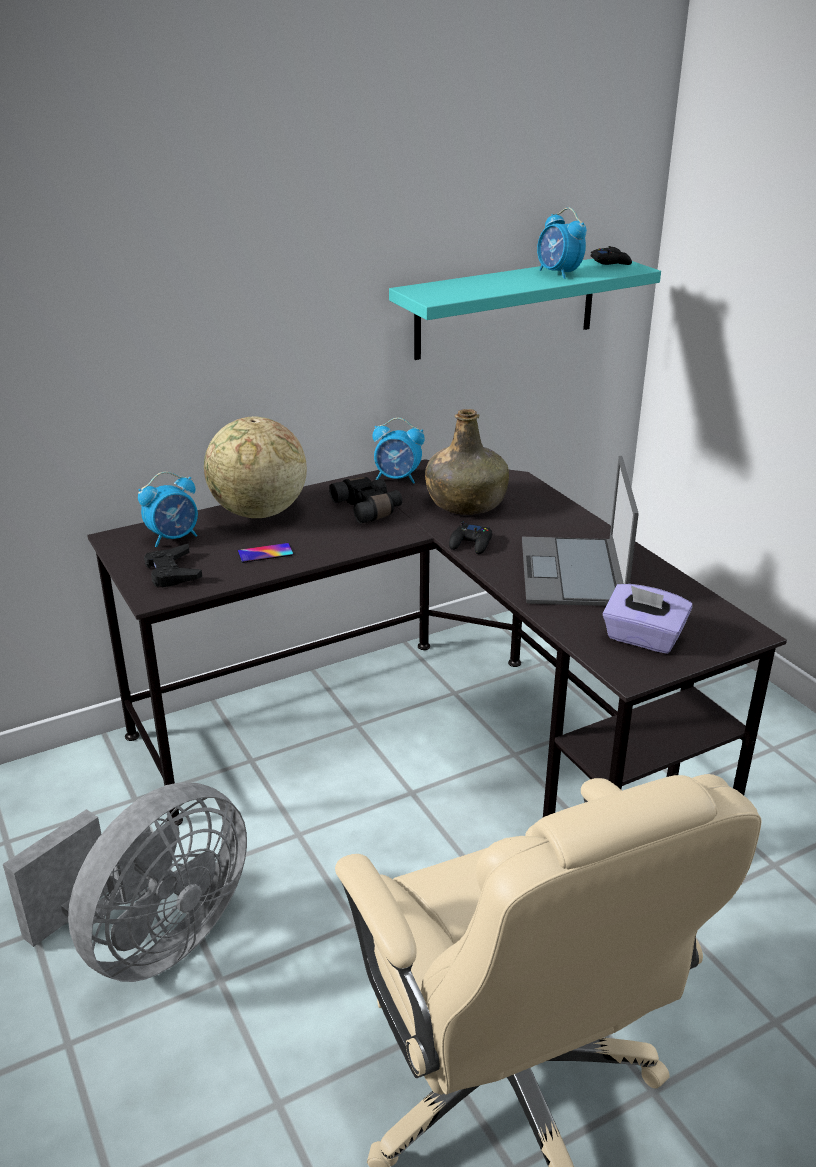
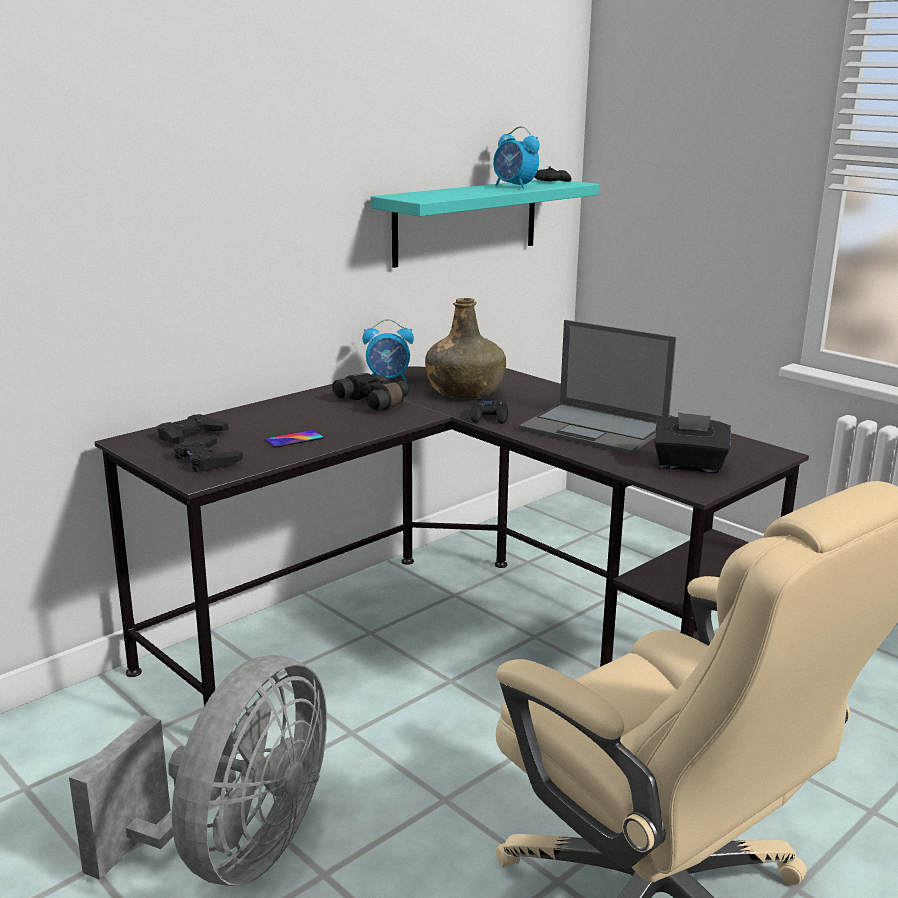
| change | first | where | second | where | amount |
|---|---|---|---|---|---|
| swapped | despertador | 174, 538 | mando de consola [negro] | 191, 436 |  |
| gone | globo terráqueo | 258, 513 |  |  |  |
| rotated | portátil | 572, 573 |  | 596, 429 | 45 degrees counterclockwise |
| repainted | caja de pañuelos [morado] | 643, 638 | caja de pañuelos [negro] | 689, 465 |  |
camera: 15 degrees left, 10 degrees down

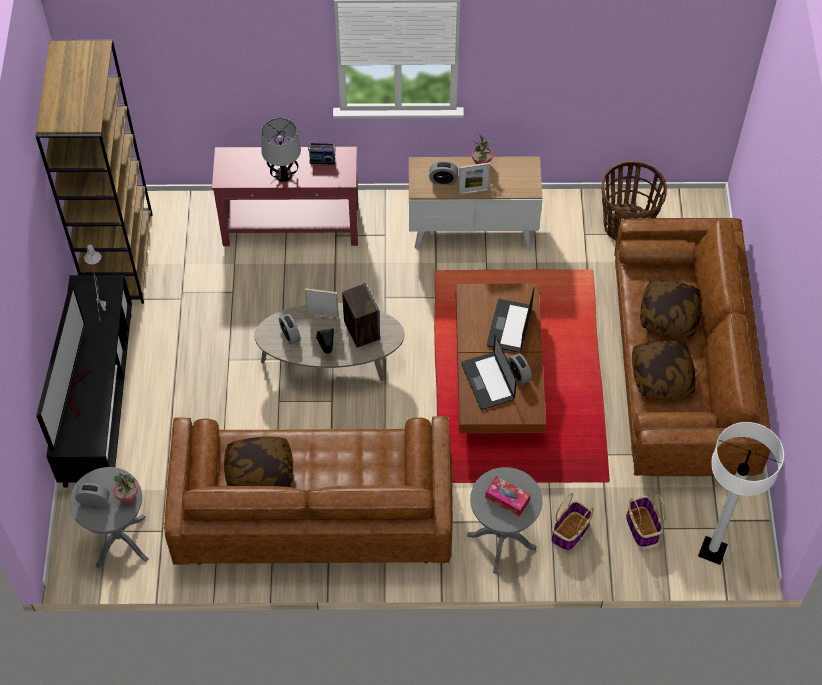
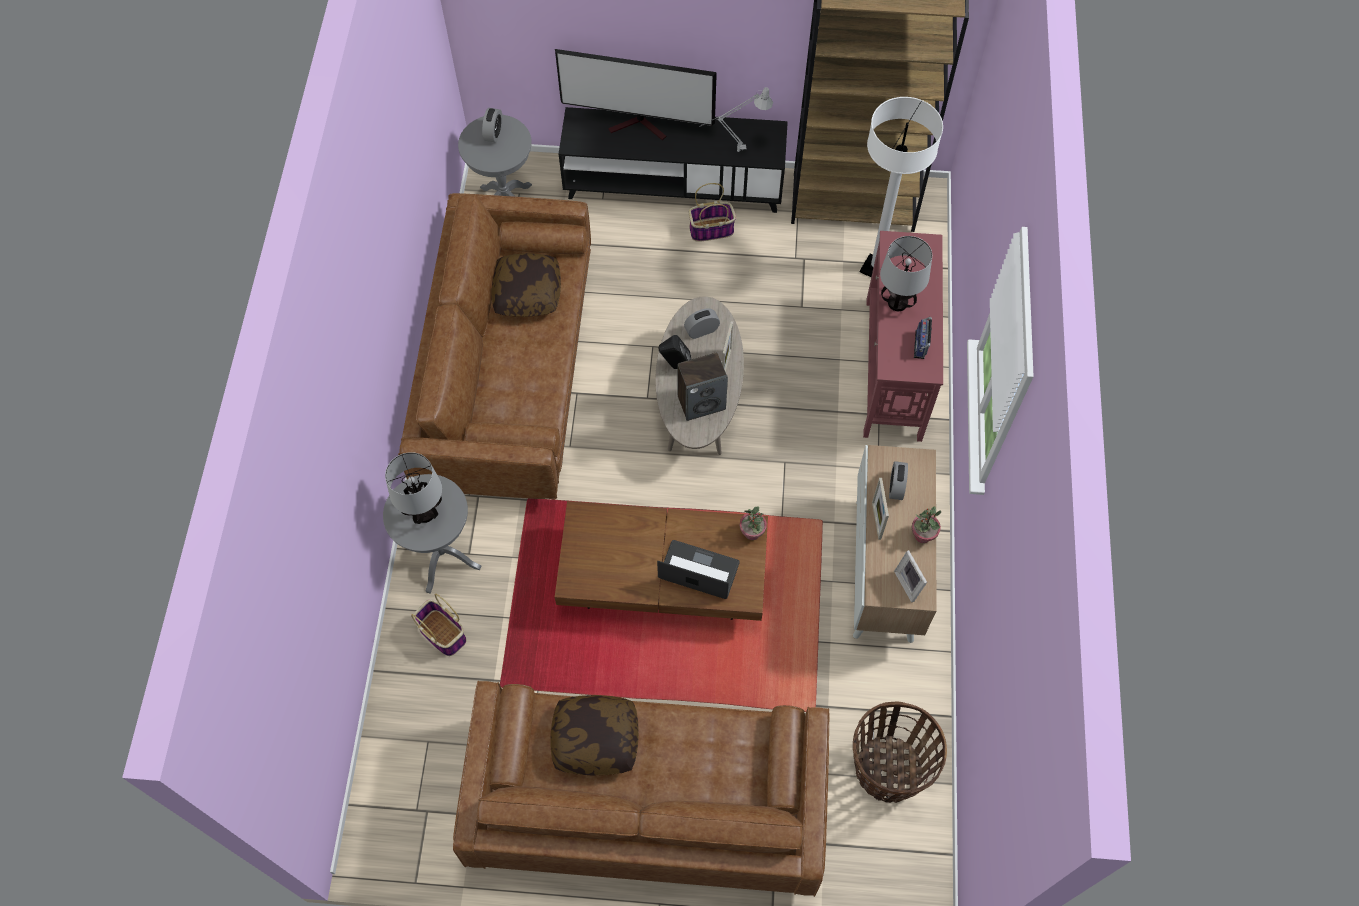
| change | first | where | second | where | amount |
|---|---|---|---|---|---|
| shifted | planta en maceta | 128, 497 |  | 752, 533 |  |
| gone | portátil | 487, 381 |  |  |  |
| swapped | caja de pañuelos | 507, 499 | lámpara de mesa | 424, 512 |  |
| gone | despertador | 519, 374 |  |  |  |
| shifted | cesta | 641, 527 |  | 712, 229 |  |
| gone | cojín | 669, 315 |  |  |  |
| shifted | lámpara de pie [blanco] | 712, 551 |  | 875, 268 |  |
| new |  |  | portarretratos | 910, 583 |  |
camera: 95 degrees right, 5 degrees up

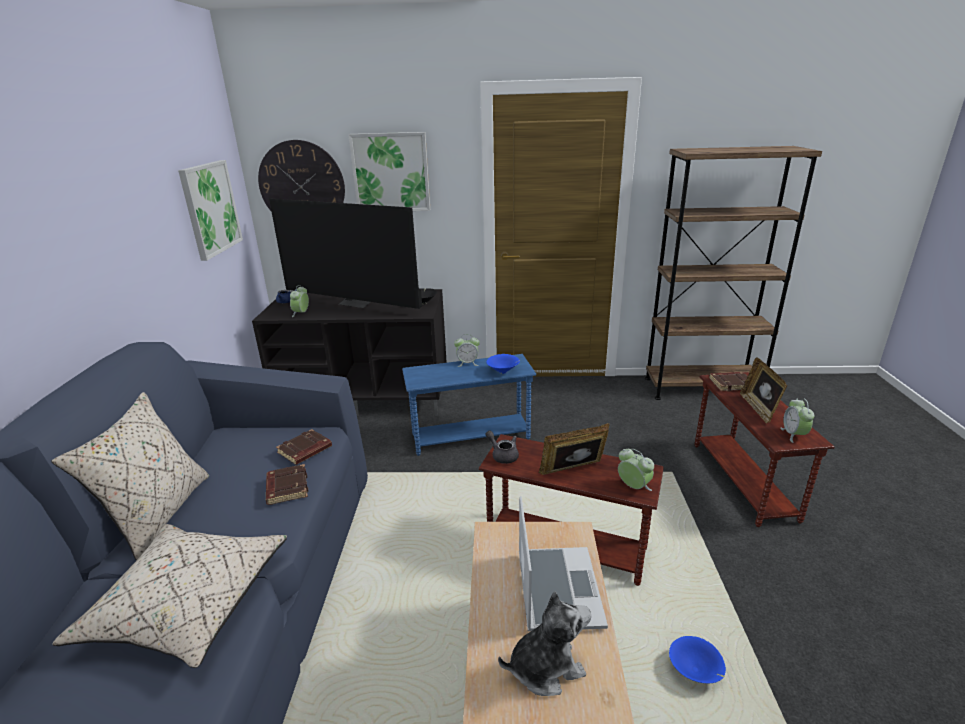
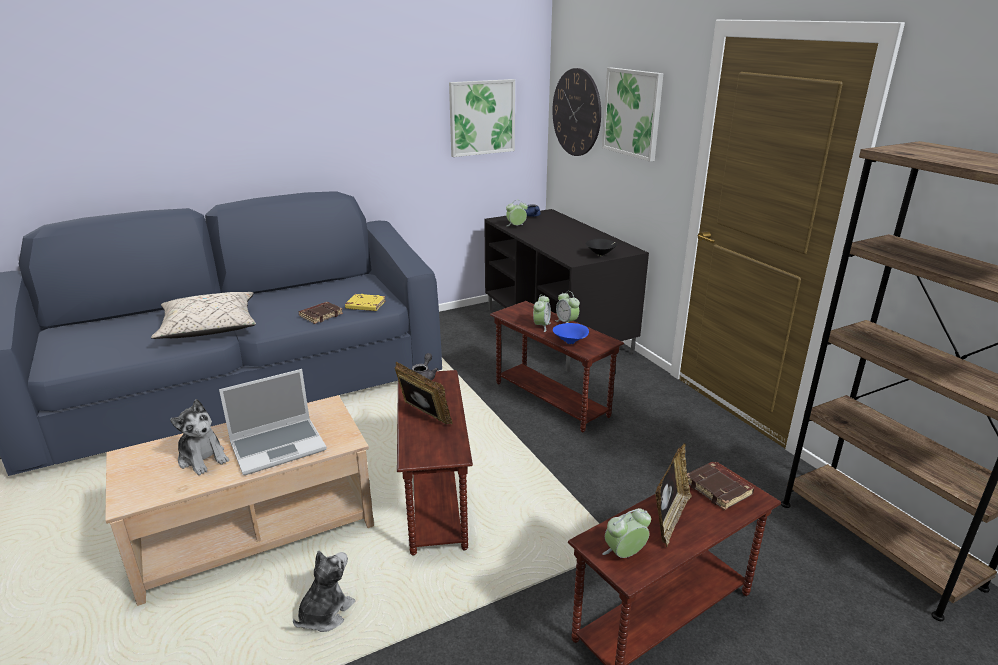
| change | first | where | second | where | amount |
|---|---|---|---|---|---|
| gone | cojín [beis] | 157, 515 |  |  |  |
| gone | televisor | 357, 302 |  |  |  |
| repainted | libro [marrón] | 305, 451 | libro [amarillo] | 365, 306 |  |
| repainted | mesa auxiliar [azul] | 470, 437 | mesa auxiliar [marrón] | 551, 399 |  |
| shifted | despertador | 633, 487 |  | 541, 326 |  |
| swapped | cuenco [azul] | 695, 672 | peluche | 325, 613 |  |
| rotated | portarretratos | 759, 409 |  | 669, 519 | 150 degrees clockwise |
camera: 60 degrees right, 0 degrees up

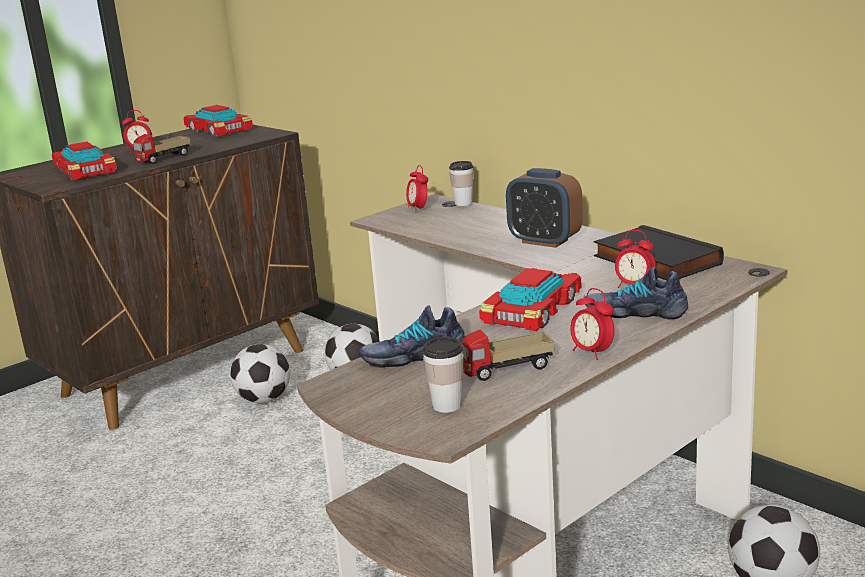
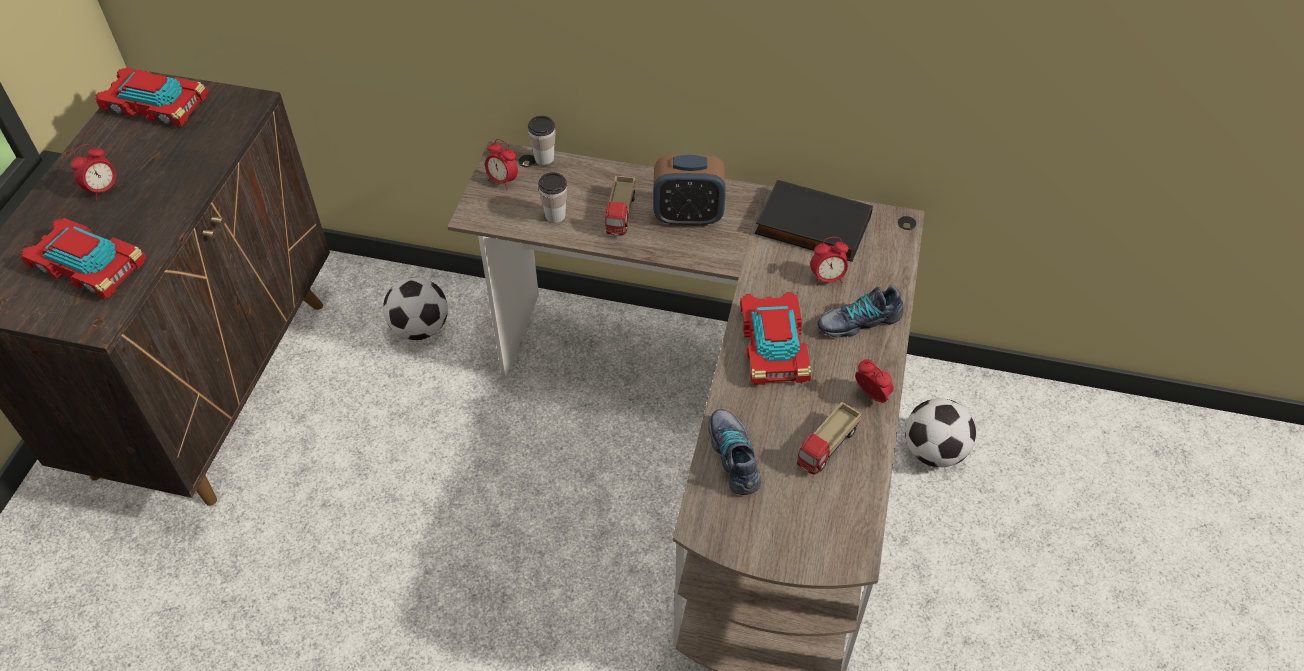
| change | first | where | second | where | amount |
|---|---|---|---|---|---|
| shifted | camión de juguete | 164, 159 |  | 621, 215 |  |
| gone | balón de fútbol | 264, 400 |  |  |  |
| rotated | zapato | 413, 356 |  | 735, 456 | 120 degrees clockwise |
| shifted | taza | 447, 406 |  | 555, 215 |  |
| rotated | despertador | 592, 352 |  | 871, 396 | 150 degrees counterclockwise |
camera: 35 degrees left, 30 degrees up

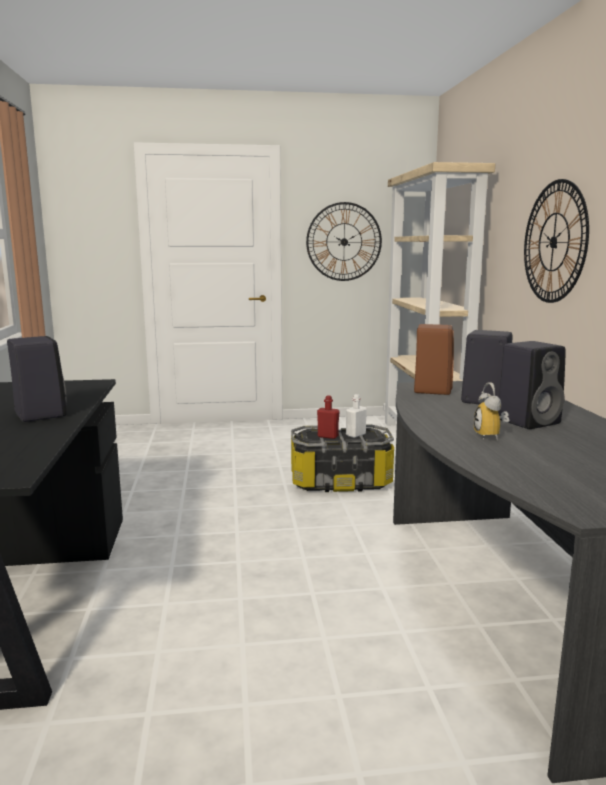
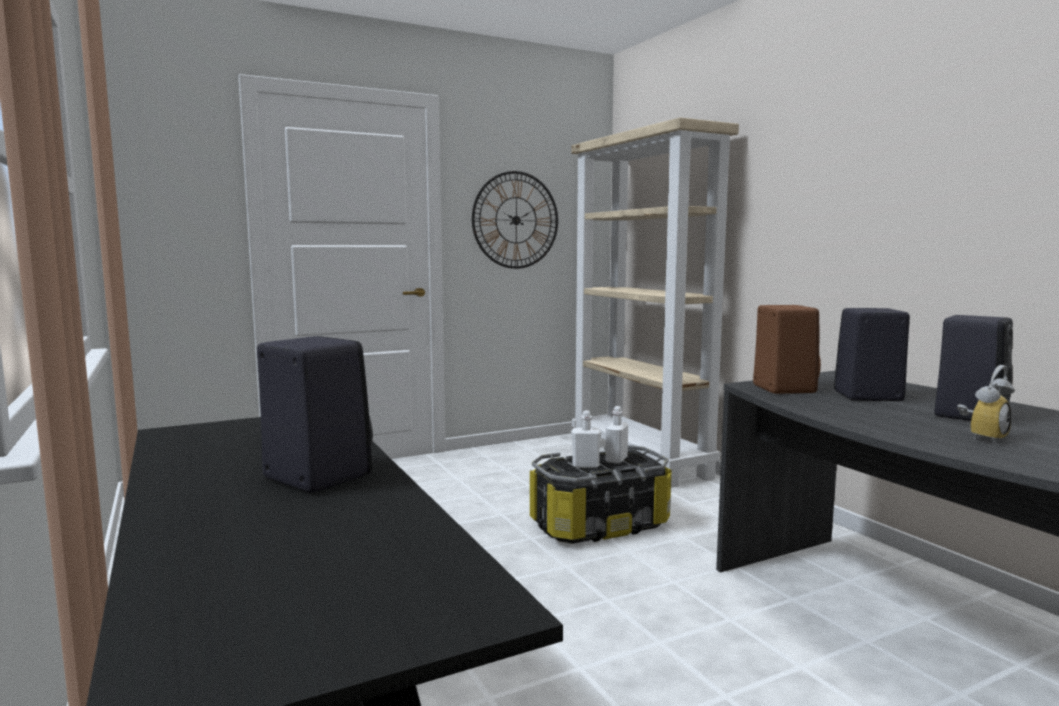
| change | first | where | second | where | amount |
|---|---|---|---|---|---|
| repainted | botella [rojo] | 328, 436 | botella [blanco] | 585, 465 |  |
| rotated | despertador | 491, 436 |  | 982, 437 | 105 degrees counterclockwise |
| gone | reloj de pared | 554, 242 |  |  |  |
camera: 20 degrees left, 5 degrees down

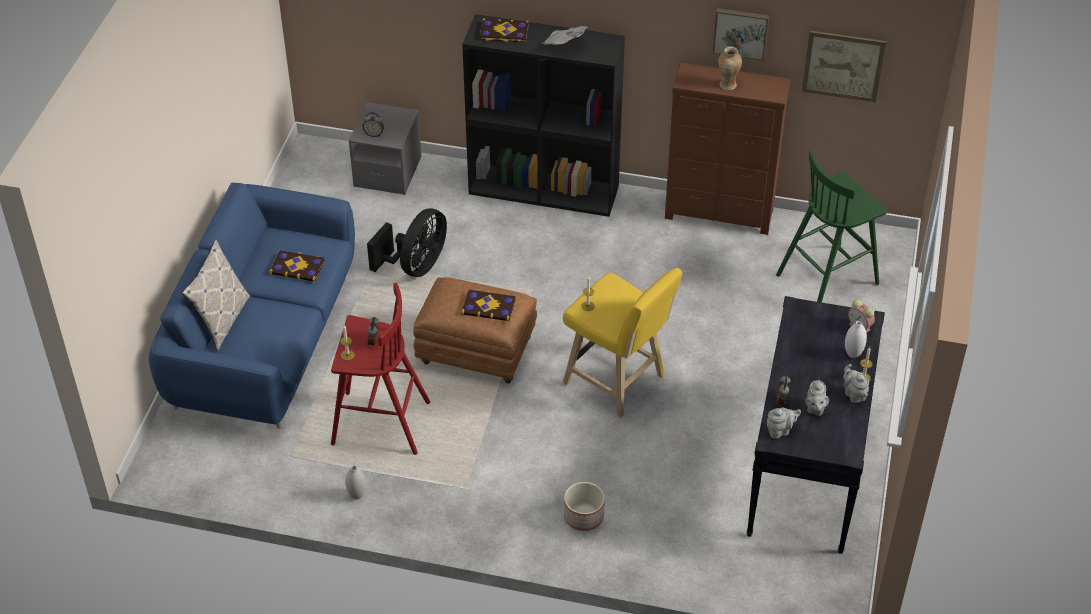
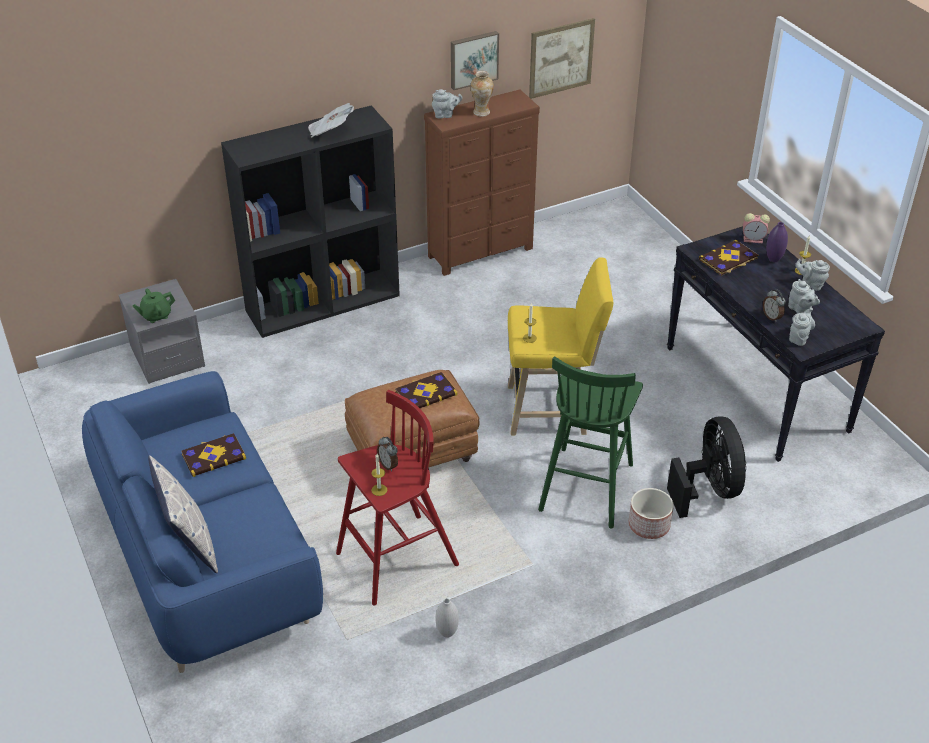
| change | first | where | second | where | amount |
|---|---|---|---|---|---|
| swapped | despertador | 374, 134 | tetera [verde] | 156, 315 |  |
| shifted | ventilador [negro] | 416, 266 |  | 708, 489 |  |
| shifted | libro | 504, 32 |  | 728, 259 |  |
| shifted | taburete [verde] | 829, 278 |  | 587, 485 |  |
| repainted | florero [blanco] | 853, 354 | florero [morado] | 773, 259 |  |
| new |  |  | tetera [gris] | 445, 115 |  |
camera: 40 degrees left, 5 degrees down

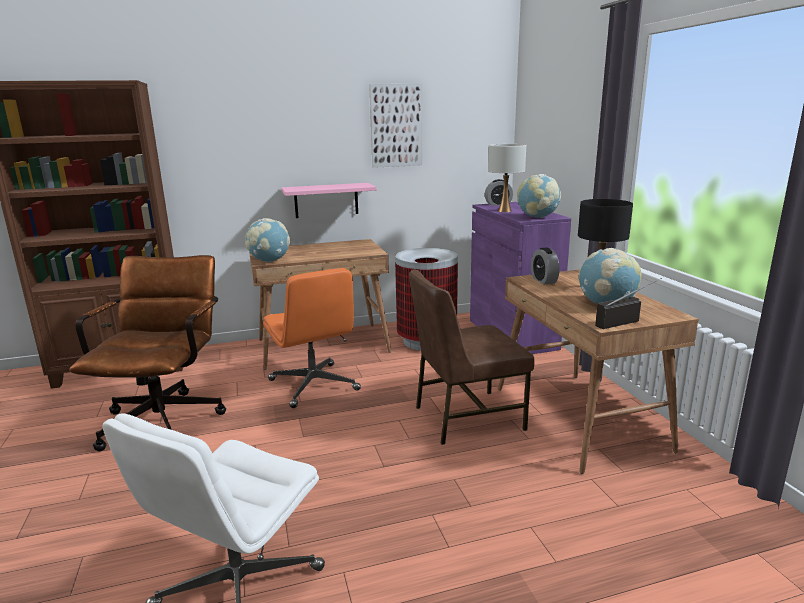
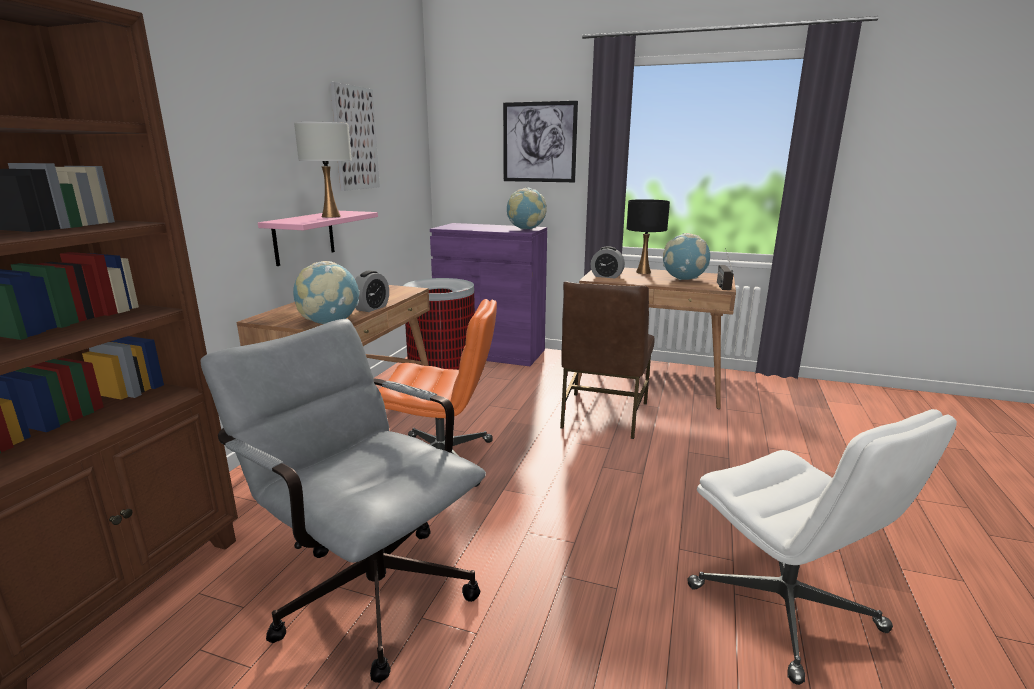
| change | first | where | second | where | amount |
|---|---|---|---|---|---|
| repainted | silla de oficina [marrón] | 167, 417 | silla de oficina [gris] | 366, 586 |  |
| shifted | despertador | 498, 204 |  | 371, 308 |  |
| shifted | lámpara de mesa [blanco] | 504, 211 |  | 331, 216 |  |
| new |  |  | cuadro | 539, 142 |  |
camera: 55 degrees left, 0 degrees up

